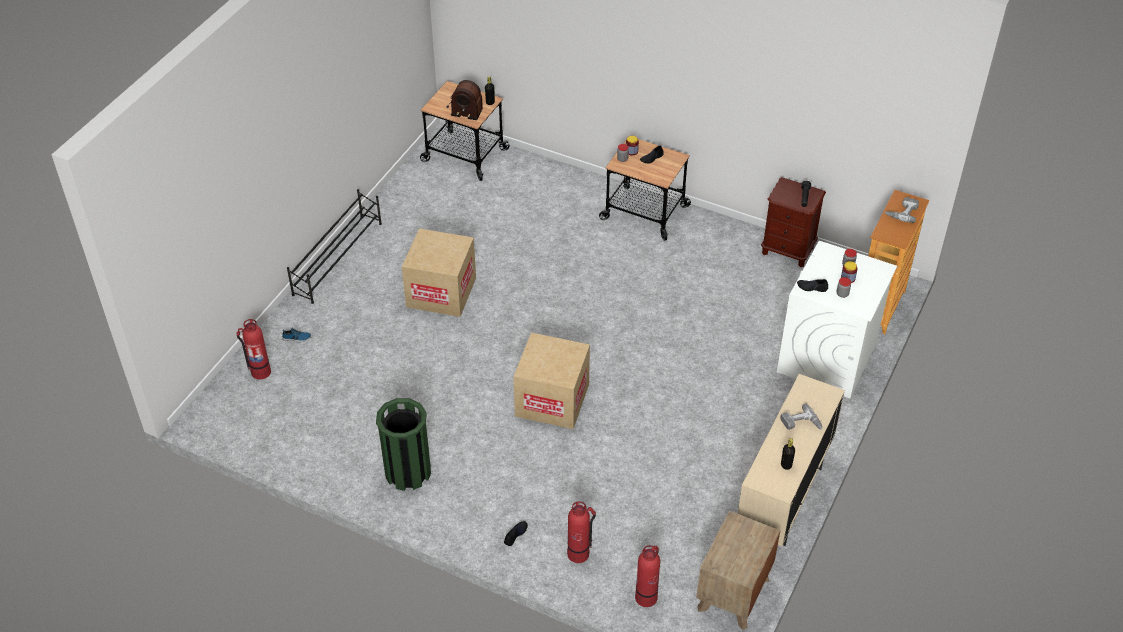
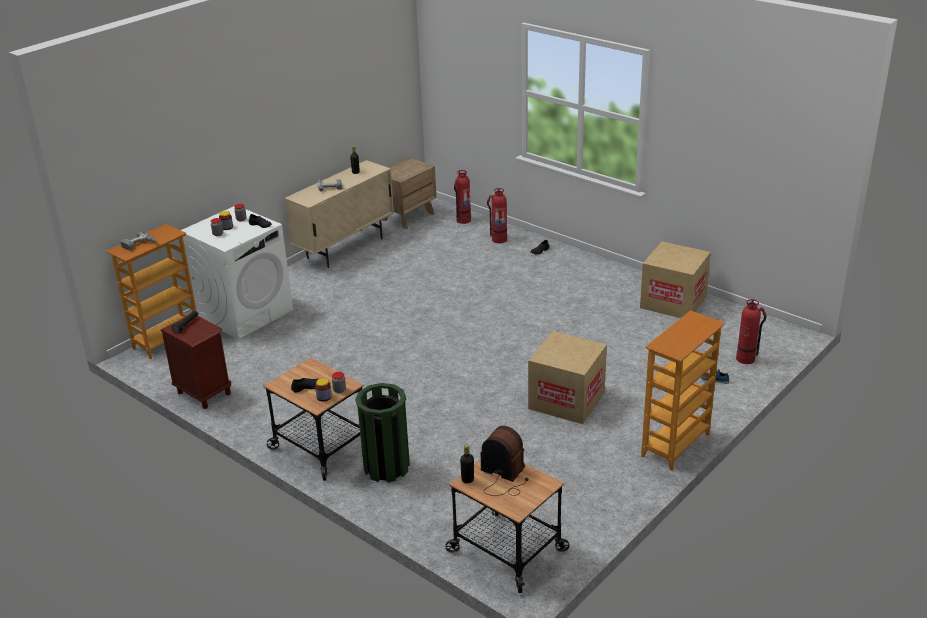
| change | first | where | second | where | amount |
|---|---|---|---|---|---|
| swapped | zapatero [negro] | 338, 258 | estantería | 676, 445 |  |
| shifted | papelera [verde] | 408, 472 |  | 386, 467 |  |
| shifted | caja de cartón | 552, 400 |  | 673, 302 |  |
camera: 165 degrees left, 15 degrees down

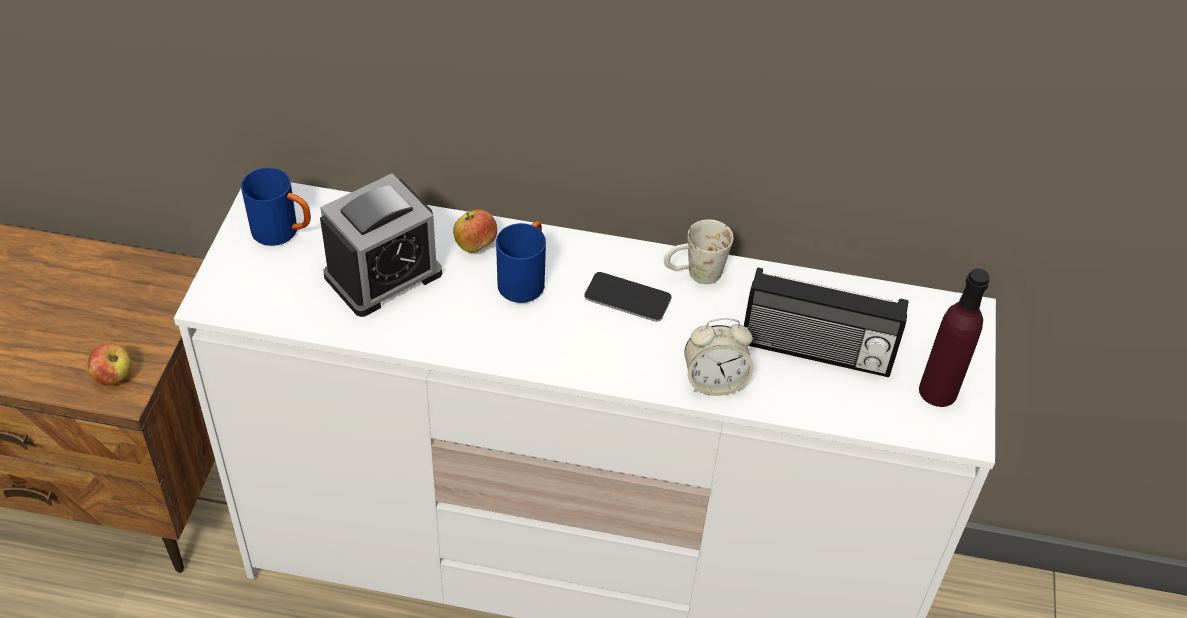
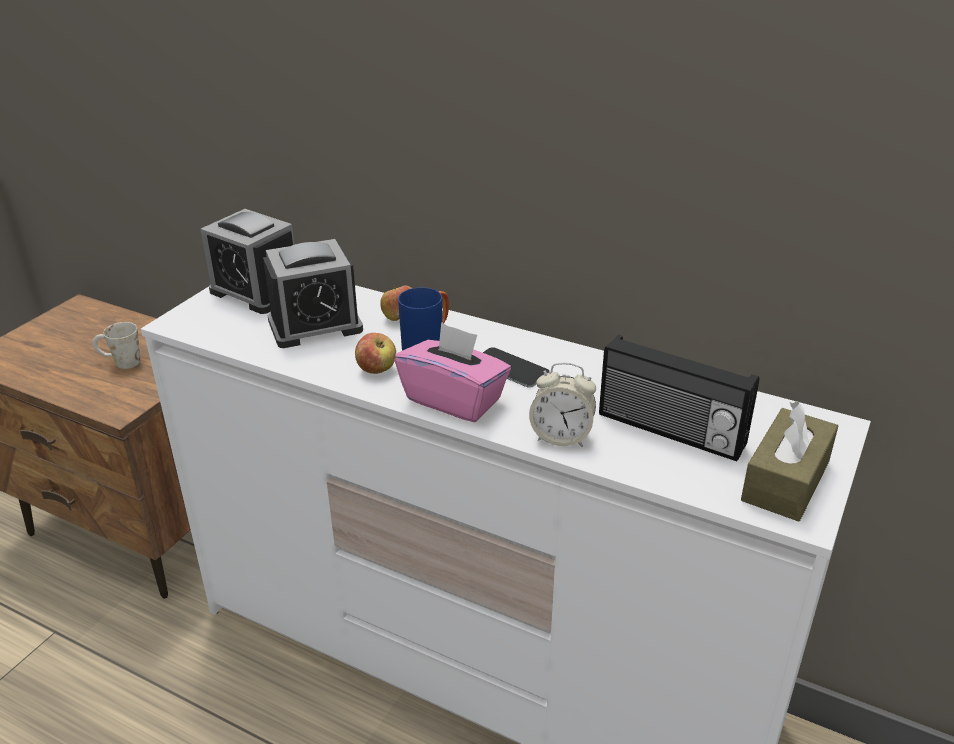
| change | first | where | second | where | amount |
|---|---|---|---|---|---|
| shifted | manzana | 114, 377 |  | 377, 370 |  |
| swapped | taza grande [azul] | 283, 232 | despertador | 256, 292 |  |
| shifted | taza grande [blanco] | 694, 274 |  | 120, 362 |  |
| swapped | botella [morado] | 938, 391 | caja de pañuelos [marrón] | 785, 480 |  |
| new |  |  | caja de pañuelos [rosa] | 454, 399 |  |
camera: 20 degrees right, 15 degrees down

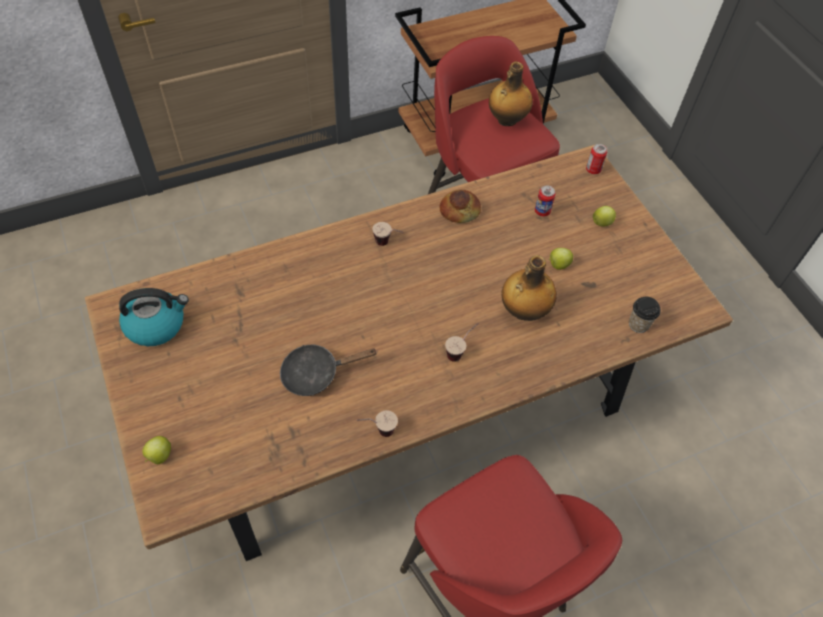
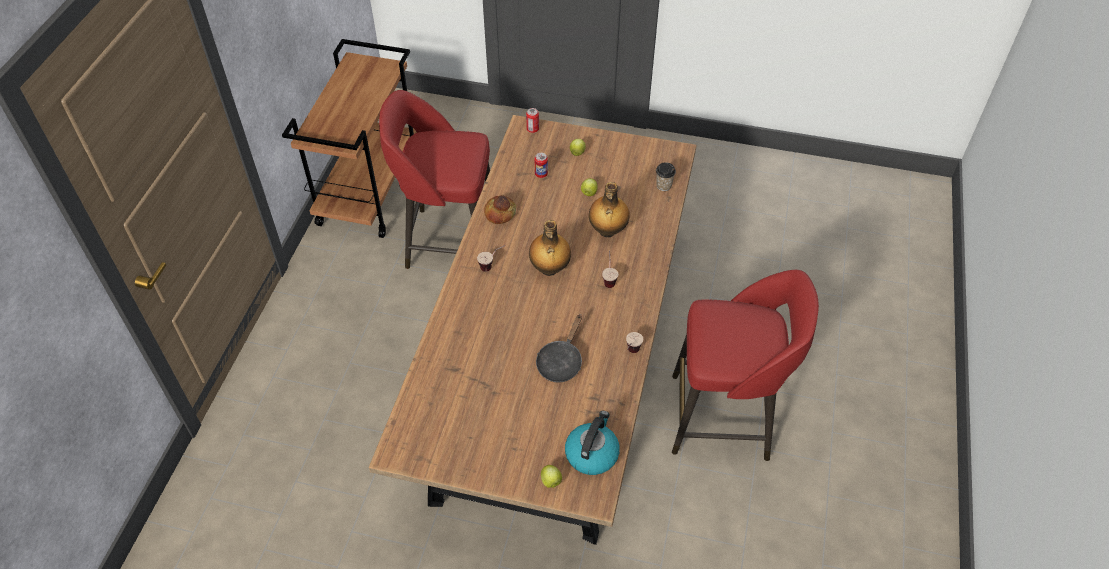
| change | first | where | second | where | amount |
|---|---|---|---|---|---|
| shifted | hervidor | 156, 324 |  | 592, 453 |  |
| shifted | botella | 506, 120 |  | 549, 269 |  |
camera: 50 degrees left, 5 degrees down

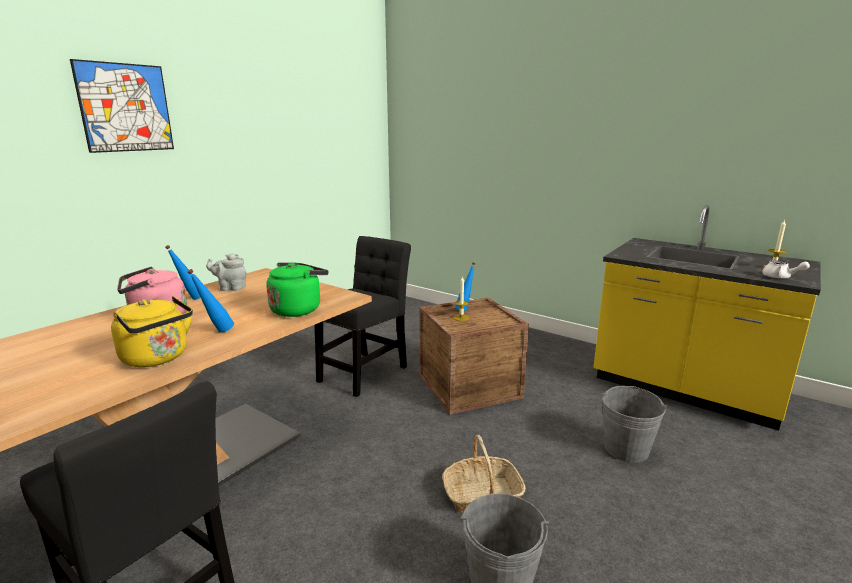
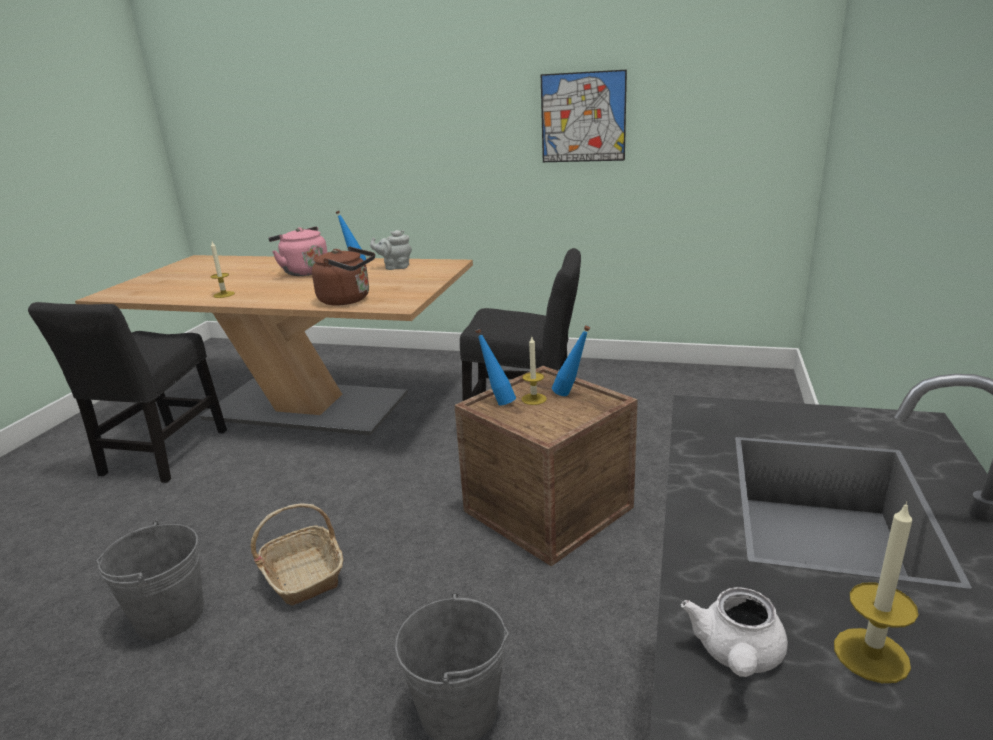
| change | first | where | second | where | amount |
|---|---|---|---|---|---|
| shifted | cuadro | 125, 108 |  | 583, 117 |  |
| swapped | hervidor [amarillo] | 158, 358 | vela | 224, 294 |  |
| shifted | botella [azul] | 216, 332 |  | 497, 402 |  |
| rotated | tetera [gris] | 230, 288 |  | 395, 267 | 75 degrees counterclockwise |
| repainted | hervidor [verde] | 298, 309 | hervidor [marrón] | 348, 300 |  |
camera: 70 degrees right, 5 degrees up

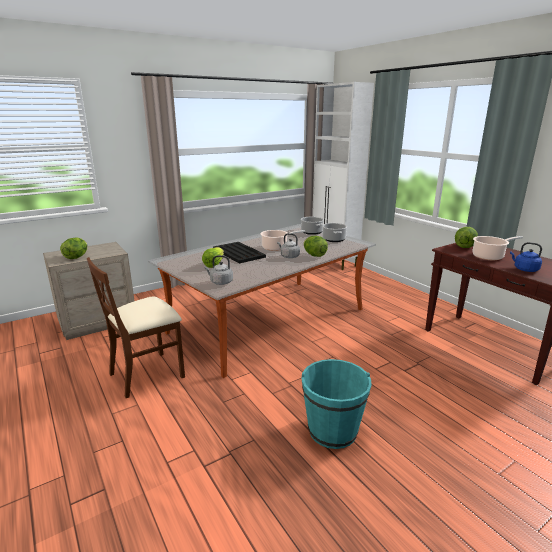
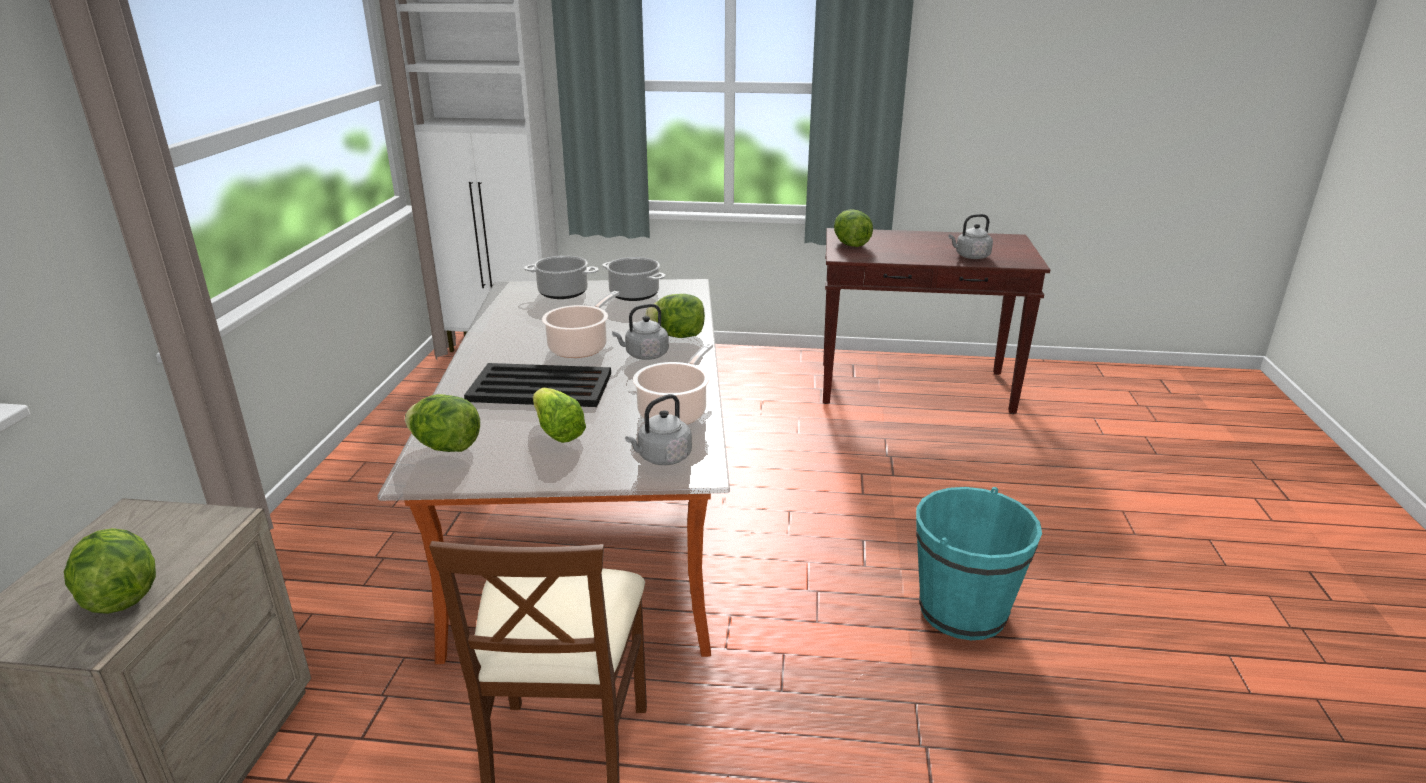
| change | first | where | second | where | amount |
|---|---|---|---|---|---|
| shifted | olla | 489, 256 |  | 674, 412 |  |
| repainted | hervidor [azul] | 524, 269 | hervidor [gris] | 970, 256 |  |
| new |  |  | lechuga | 446, 447 |  |
camera: 50 degrees left, 5 degrees up

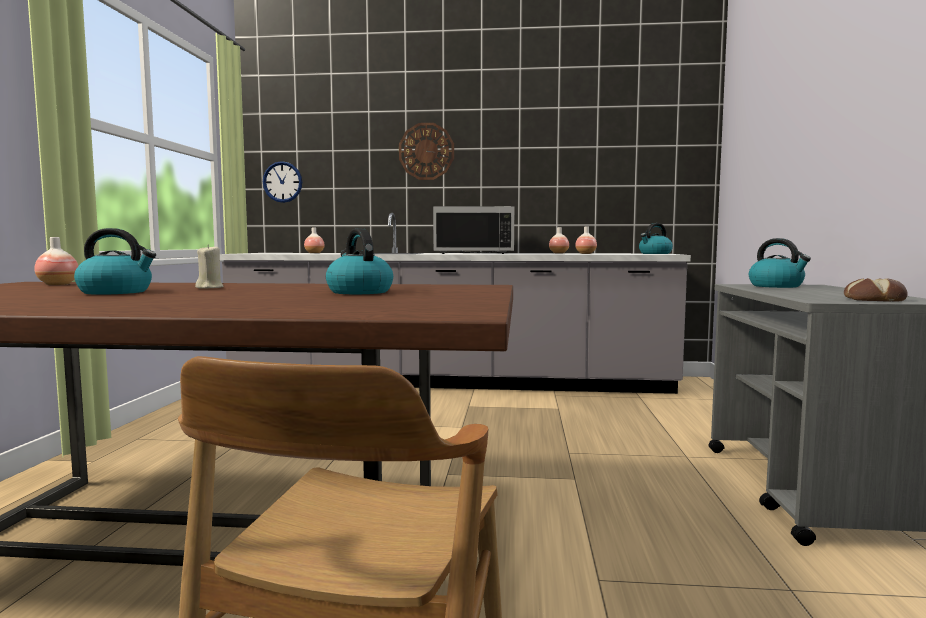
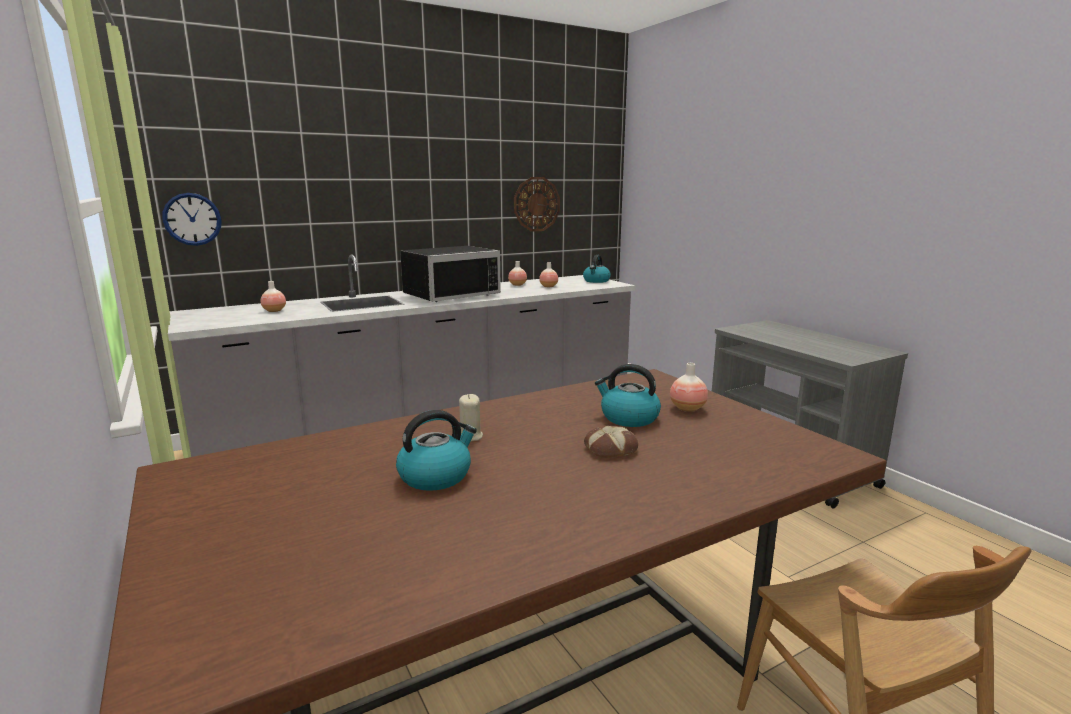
| change | first | where | second | where | amount |
|---|---|---|---|---|---|
| shifted | florero | 58, 284 |  | 687, 408 |  |
| shifted | reloj de pared | 426, 151 |  | 536, 204 |  |
| gone | hervidor | 777, 286 |  |  |  |
| shifted | pan | 874, 299 |  | 610, 448 |  |
camera: 35 degrees left, 10 degrees up

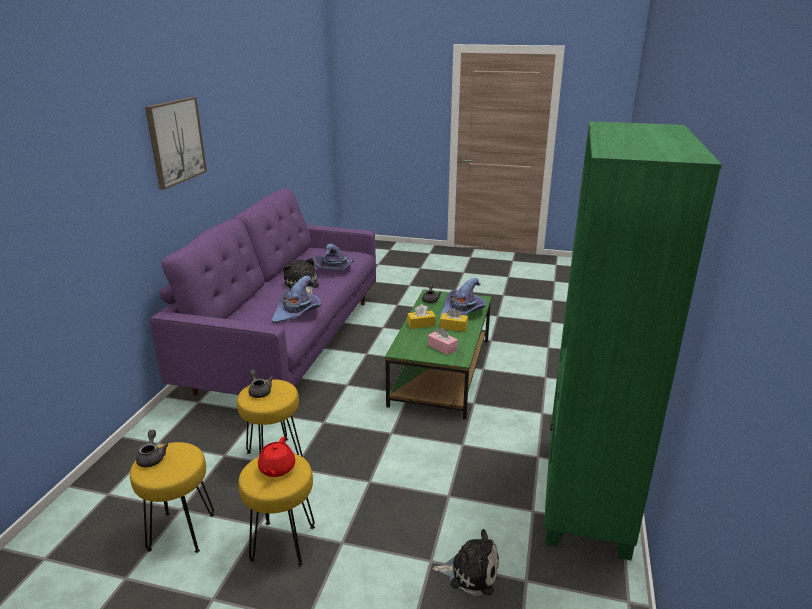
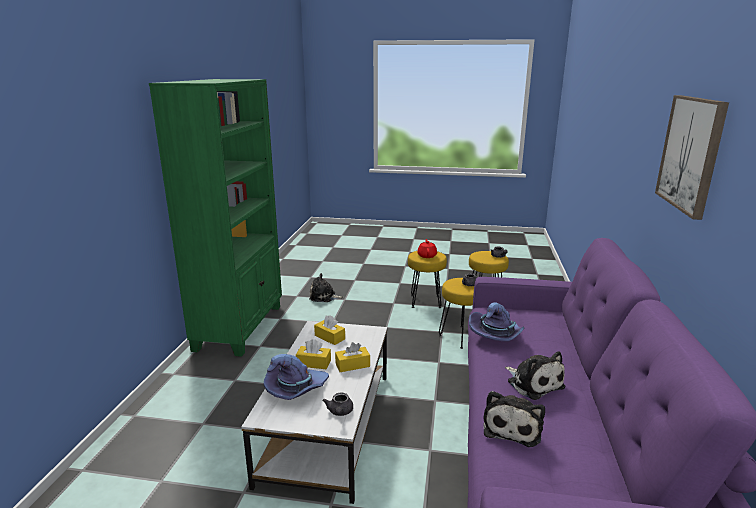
| change | first | where | second | where | amount |
|---|---|---|---|---|---|
| swapped | sombrero [morado] | 335, 269 | peluche | 512, 427 |  |
| repainted | mesa de centro [verde] | 441, 371 | mesa de centro [blanco] | 328, 425 |  |
| repainted | caja de pañuelos [rosa] | 442, 347 | caja de pañuelos [amarillo] | 329, 337 |  |
camera: 175 degrees right, 5 degrees down

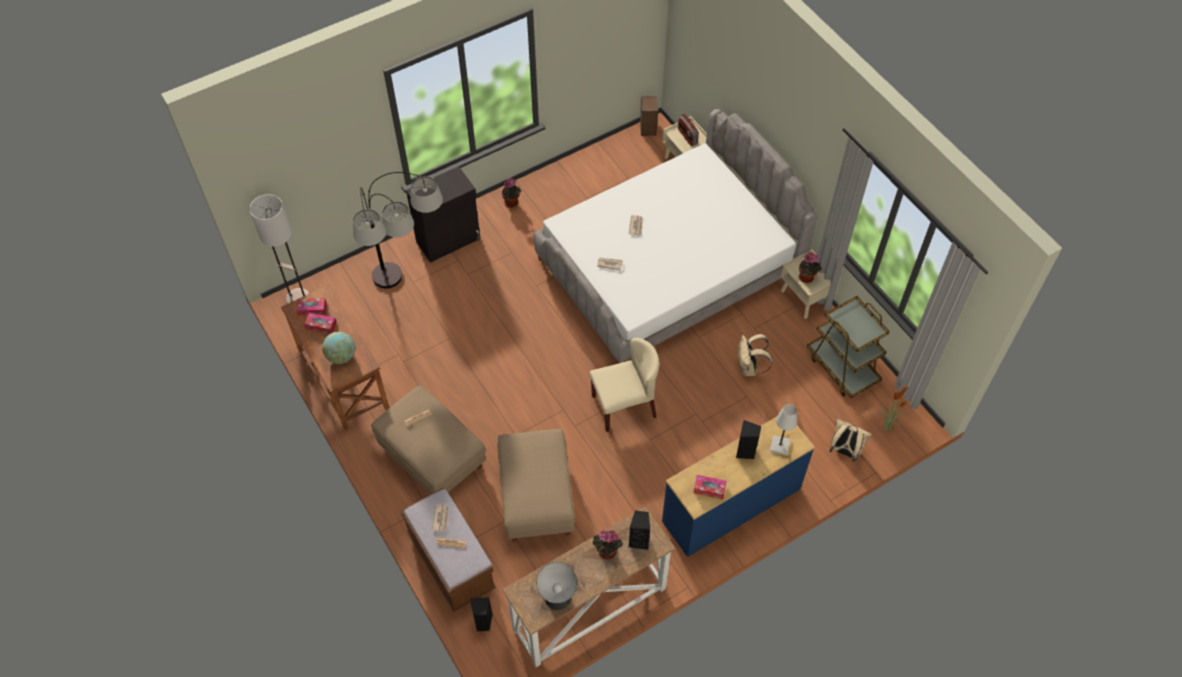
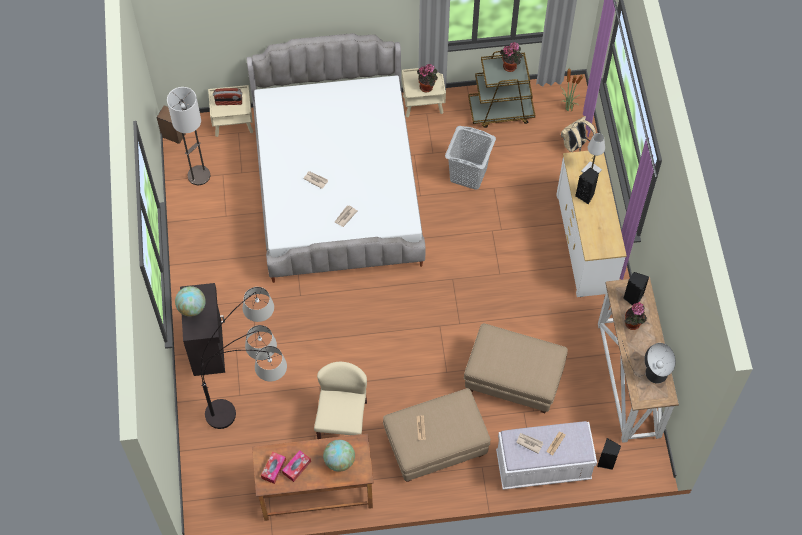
| change | first | where | second | where | amount |
|---|---|---|---|---|---|
| shifted | lámpara de pie | 298, 298 |  | 199, 175 |  |
| repainted | banco [marrón] | 451, 562 | banco [blanco] | 543, 466 |  |
| shifted | planta en maceta | 512, 203 |  | 510, 66 |  |
| shifted | silla [beis] | 624, 406 |  | 342, 422 |  |
| repainted | cómoda [azul] | 732, 505 | cómoda [blanco] | 585, 243 |  |
| gone | caja de pañuelos | 709, 489 |  |  |  |
| swapped | mochila [beis] | 749, 368 | cesto de la ropa [gris] | 468, 174 |  |
| new |  |  | globo terráqueo | 192, 308 |  |
camera: 65 degrees left, 5 degrees up

